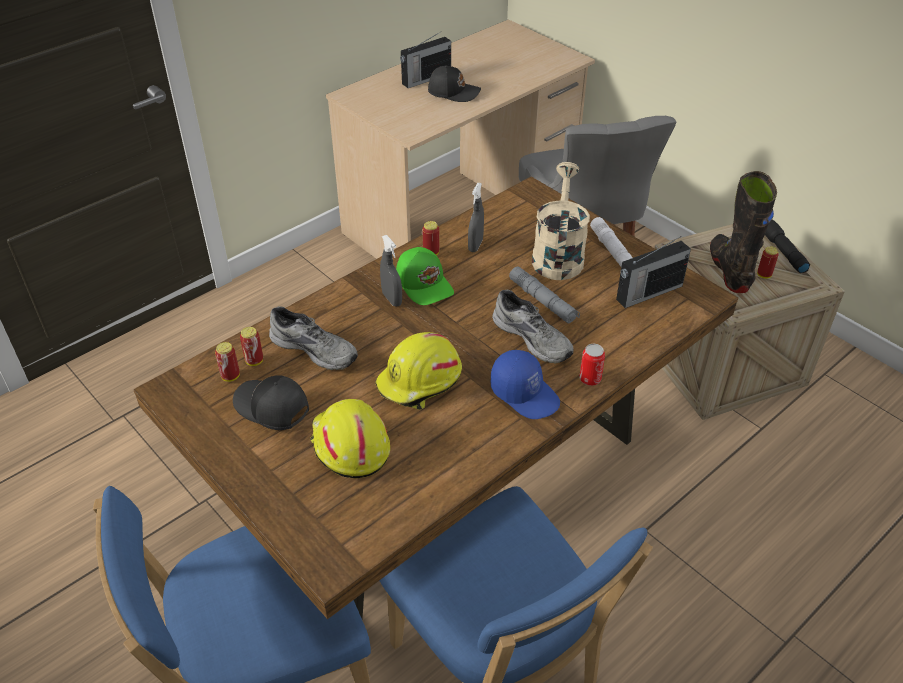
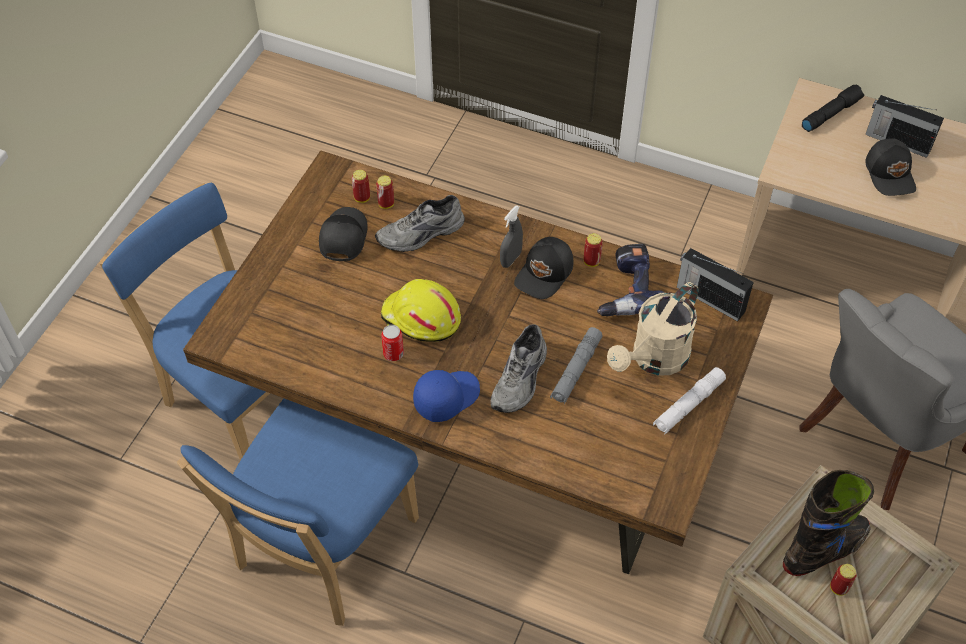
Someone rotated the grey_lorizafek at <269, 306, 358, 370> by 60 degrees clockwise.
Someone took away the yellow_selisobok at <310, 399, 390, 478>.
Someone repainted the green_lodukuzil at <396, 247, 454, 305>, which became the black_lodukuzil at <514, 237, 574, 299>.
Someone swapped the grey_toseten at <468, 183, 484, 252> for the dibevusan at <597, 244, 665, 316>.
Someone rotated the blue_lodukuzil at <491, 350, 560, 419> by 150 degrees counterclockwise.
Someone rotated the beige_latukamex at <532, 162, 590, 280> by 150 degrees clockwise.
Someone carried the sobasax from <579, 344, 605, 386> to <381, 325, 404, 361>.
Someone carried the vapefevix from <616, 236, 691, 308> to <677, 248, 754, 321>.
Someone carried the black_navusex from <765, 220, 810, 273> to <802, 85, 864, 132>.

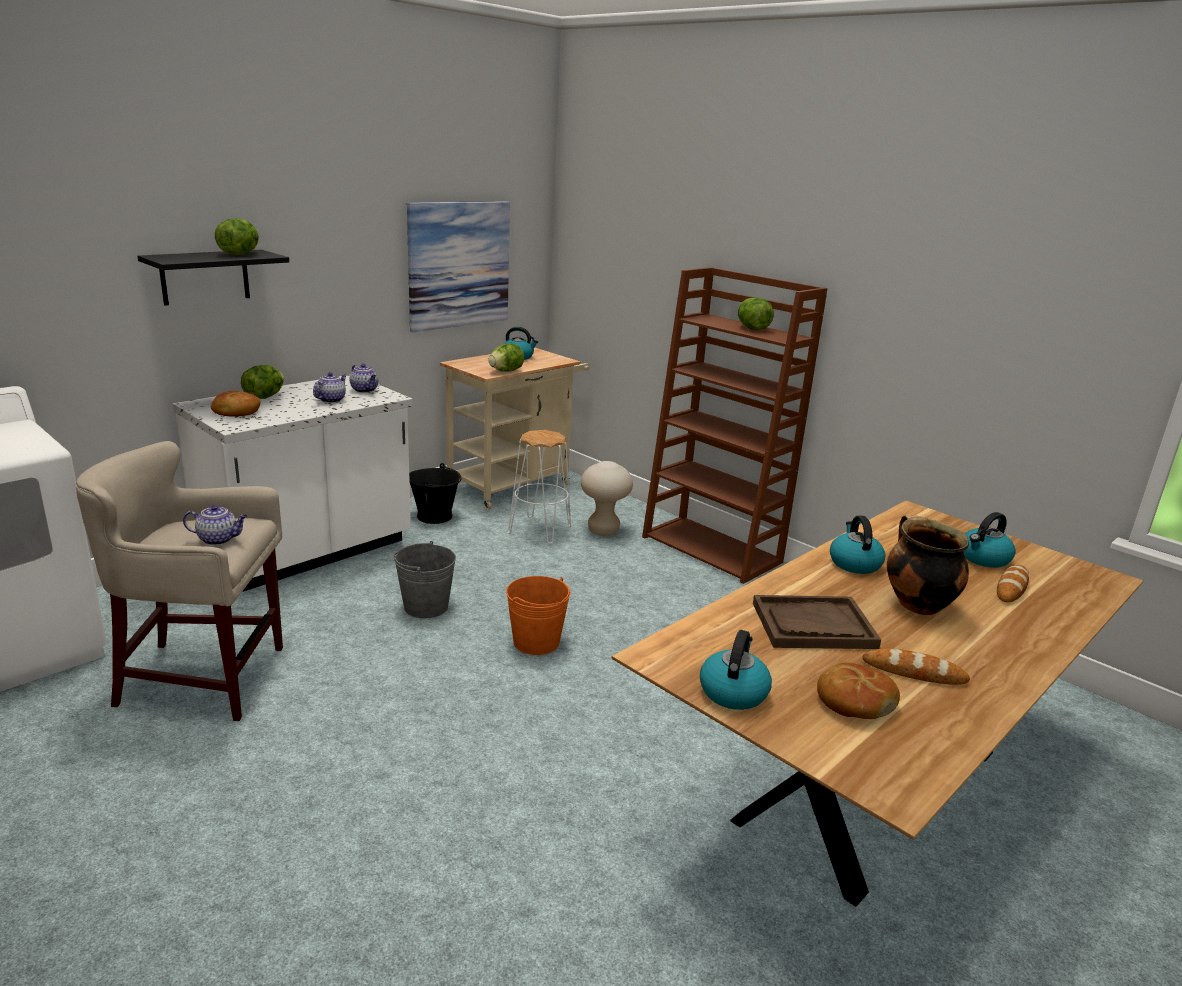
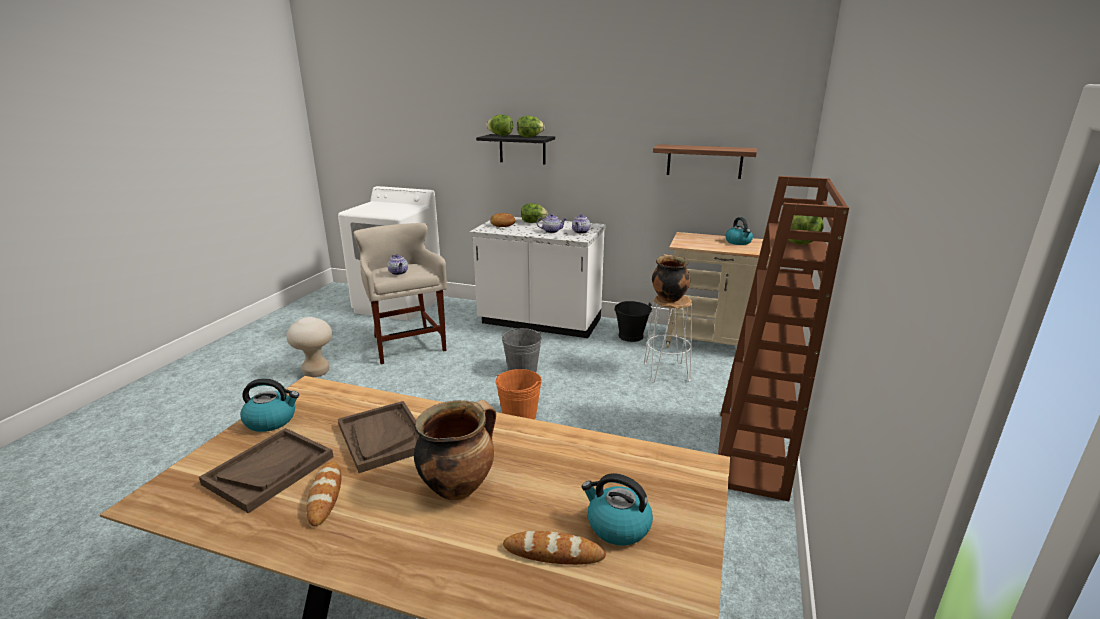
Someone swapped the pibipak at <407, 201, 510, 332> for the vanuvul at <653, 144, 757, 179>.
Someone carried the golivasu from <488, 344, 524, 372> to <486, 115, 513, 136>.
Someone carried the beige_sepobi from <581, 461, 633, 536> to <286, 317, 332, 377>.
Someone swapped the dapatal at <817, 662, 900, 719> for the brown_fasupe at <199, 428, 333, 513>.
Someone took away the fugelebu at <830, 516, 885, 574>.
Someone put down the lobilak at <652, 254, 690, 302>.

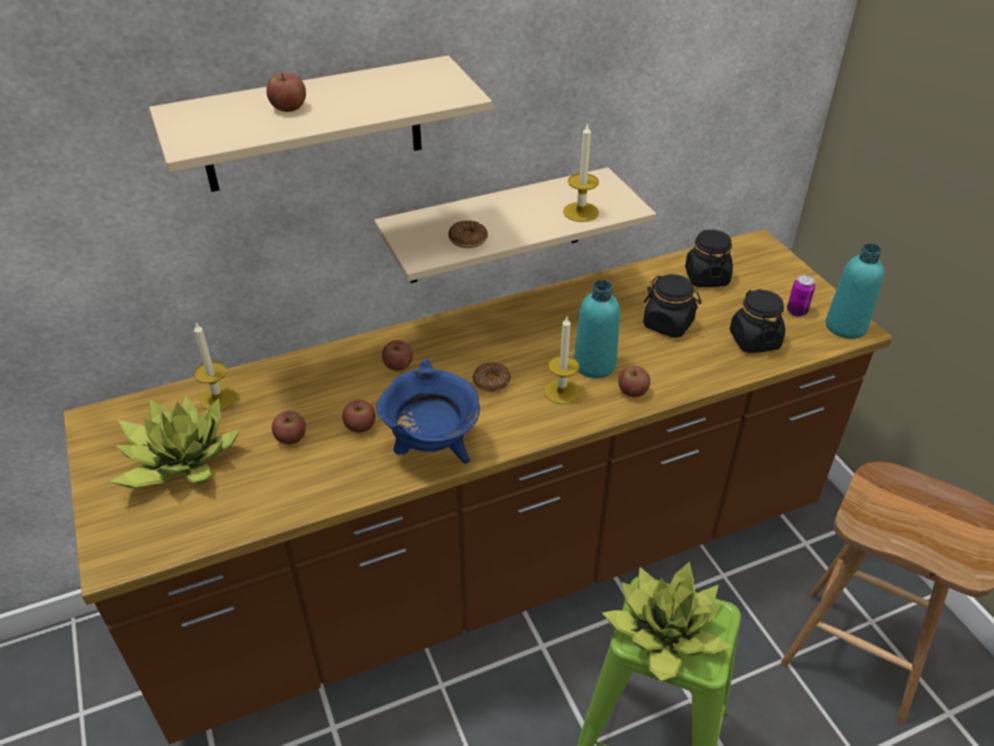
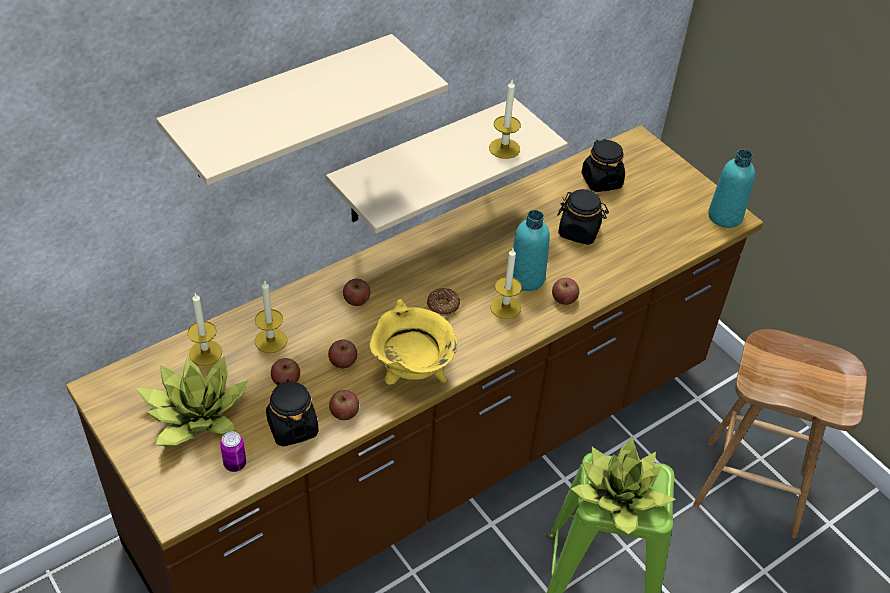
Someone carried the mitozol from <266, 73, 306, 112> to <329, 390, 359, 420>.
Someone repainted the blue_lobilak at <376, 359, 480, 464>, which became the yellow_lobilak at <370, 299, 457, 384>.
Someone took away the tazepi at <448, 220, 488, 248>.
Someone carried the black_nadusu from <730, 289, 785, 353> to <266, 379, 319, 447>.
Someone carried the sobasax from <787, 275, 815, 316> to <220, 431, 246, 472>.
Someone put down the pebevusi at <255, 280, 287, 353>.

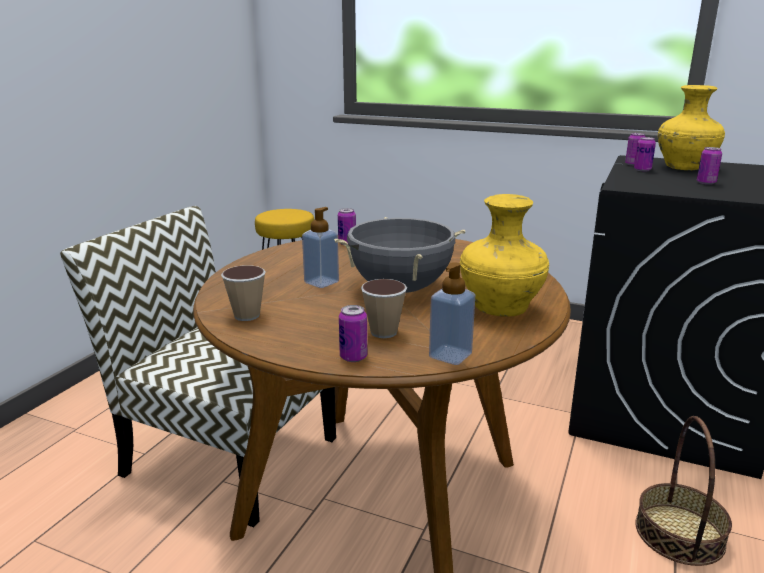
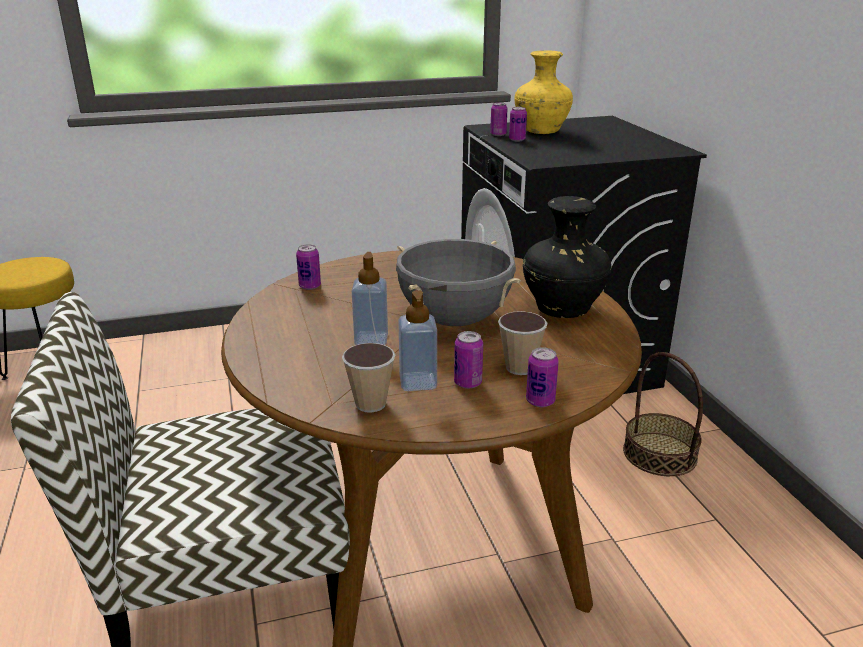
Someone carried the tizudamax from <429, 262, 475, 365> to <398, 290, 437, 391>.
Someone repainted the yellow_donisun at <460, 194, 549, 317>, which became the black_donisun at <523, 196, 612, 318>.
Someone carried the sobasax from <697, 147, 722, 185> to <454, 331, 483, 389>.

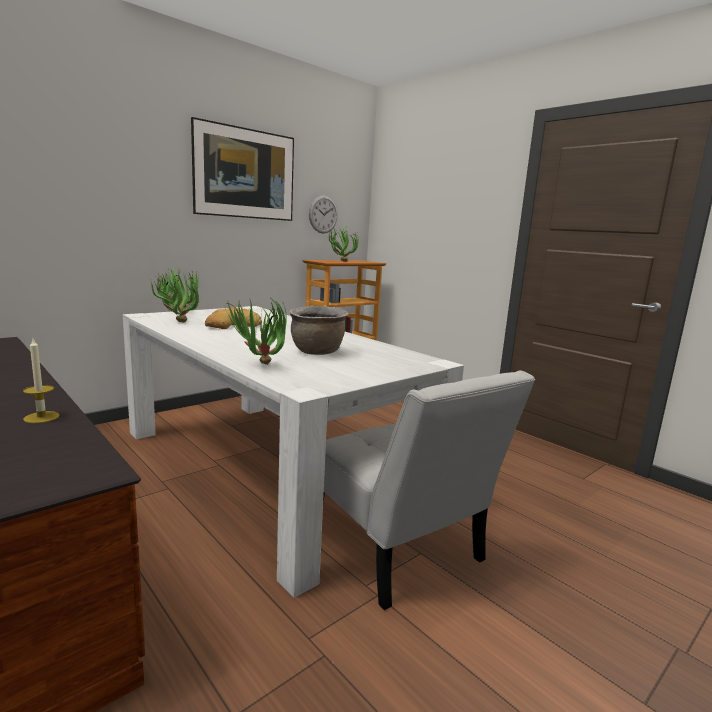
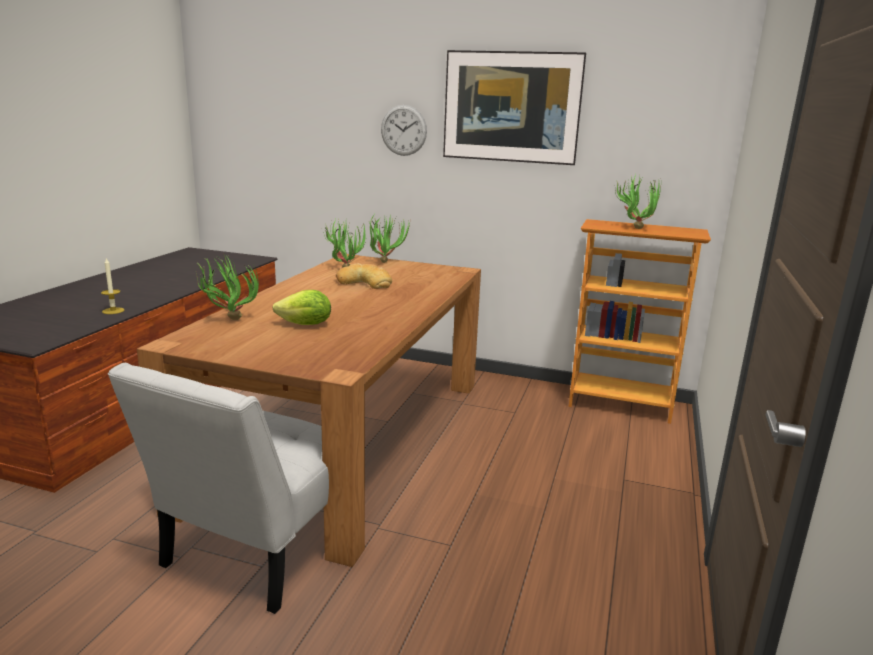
Someone repainted the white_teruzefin at <123, 306, 464, 598>, which became the brown_teruzefin at <137, 254, 481, 567>.
Someone swapped the brown_lobilak at <290, 306, 348, 355> for the golivasu at <273, 290, 331, 325>.
Someone carried the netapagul from <309, 196, 338, 233> to <381, 105, 427, 156>.

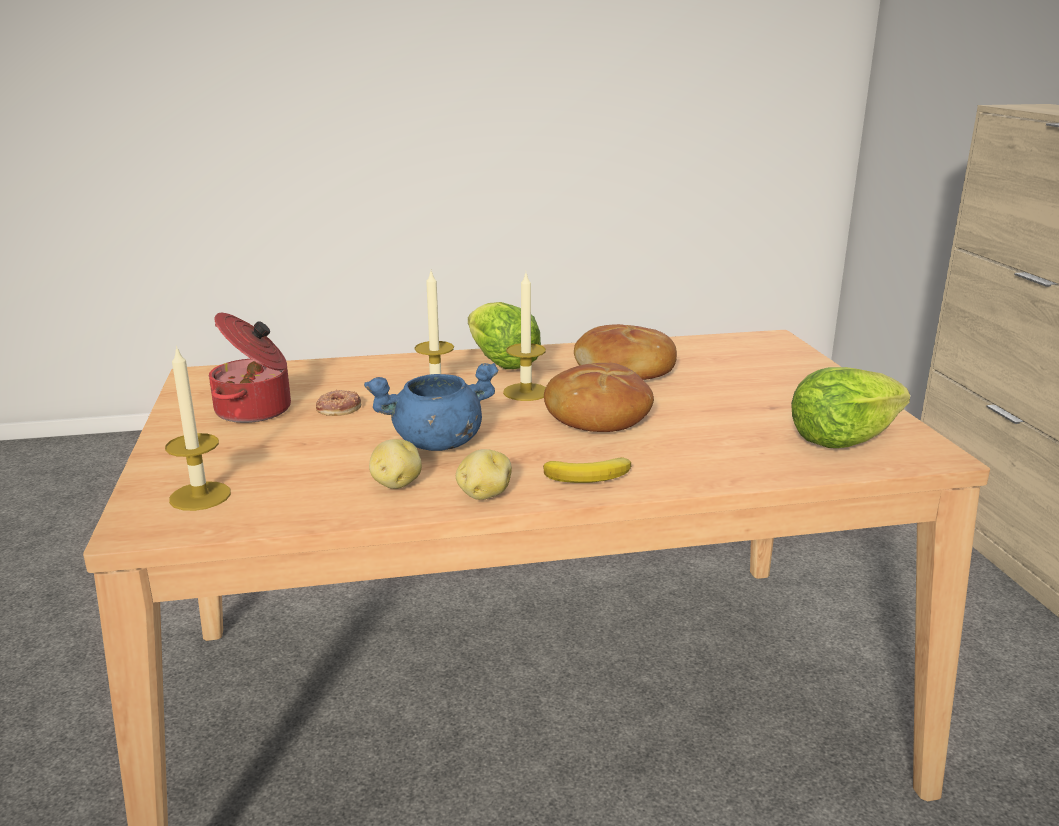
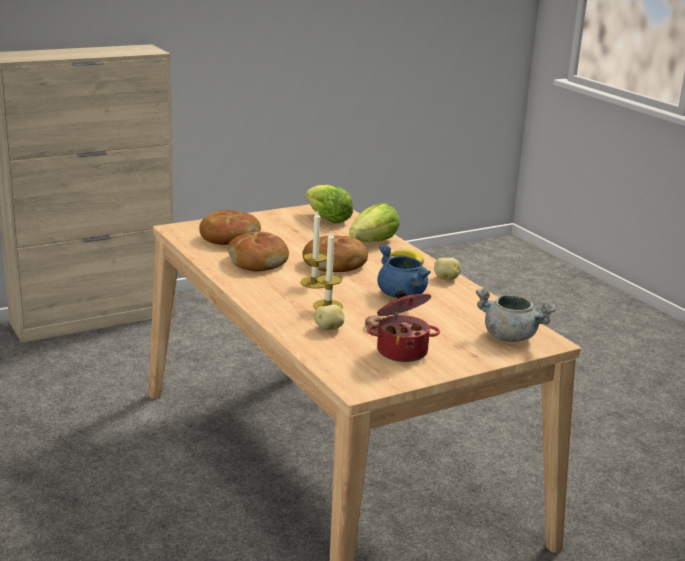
Someone swapped the pebevusi at <165, 345, 231, 511> for the grey_lobilak at <476, 288, 556, 342>.
Someone carried the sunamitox from <369, 439, 422, 489> to <314, 304, 344, 330>.
Someone carried the golivasu from <468, 302, 541, 369> to <349, 203, 400, 242>.
Someone put down the dapatal at <199, 210, 261, 245>.

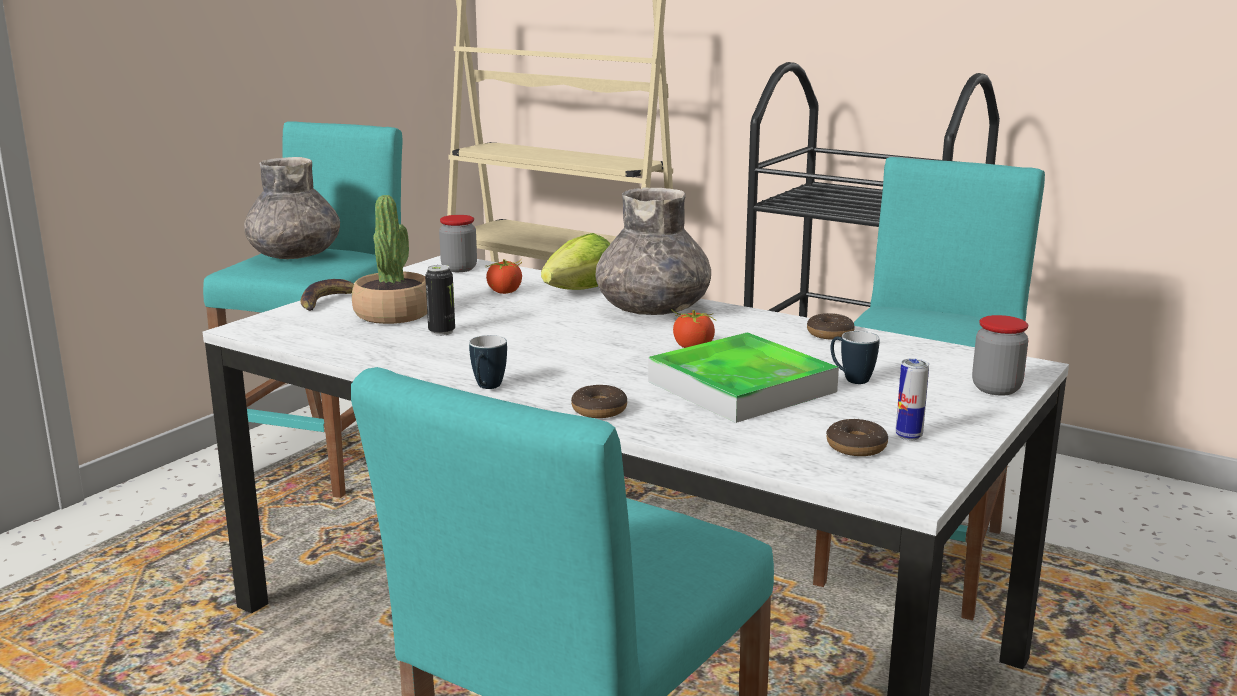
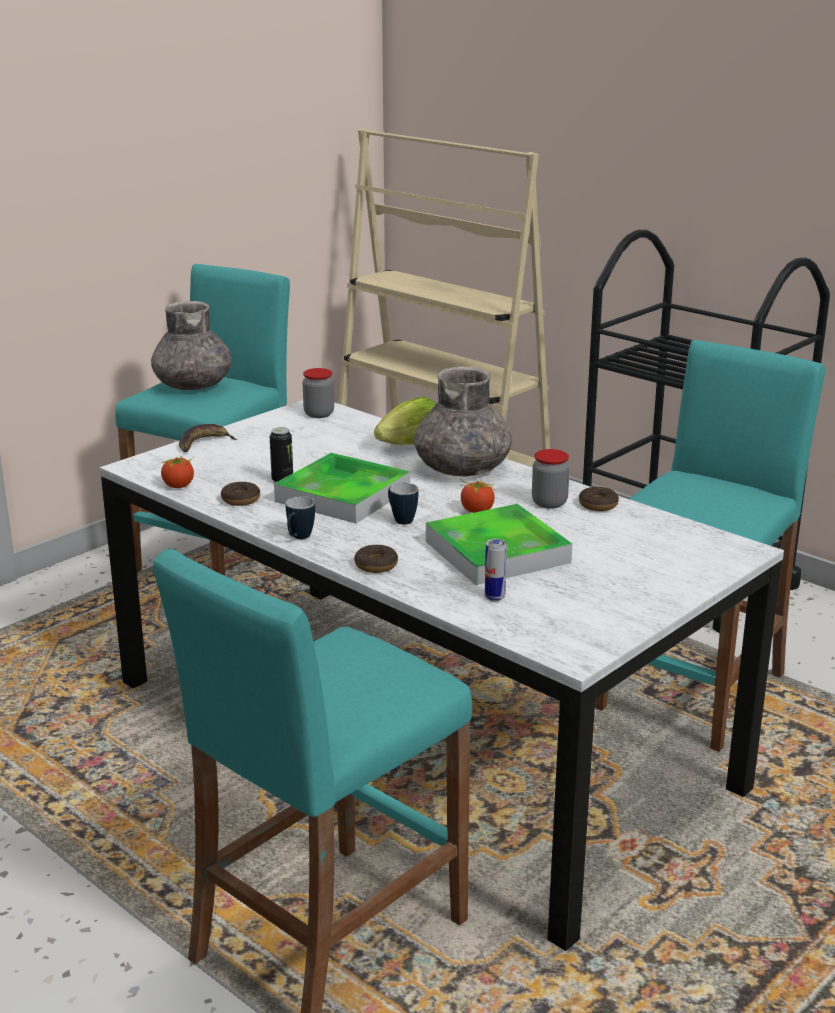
Someone took away the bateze at <352, 195, 427, 324>.
Someone carried the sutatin from <486, 258, 522, 294> to <160, 456, 194, 488>.
Someone carried the tazepi from <826, 419, 888, 456> to <221, 482, 260, 506>.
Someone carried the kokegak from <830, 331, 880, 384> to <388, 483, 418, 525>.
Someone carried the sobasax from <896, 358, 929, 440> to <485, 539, 507, 601>.
Someone carried the nadusu from <972, 315, 1028, 396> to <532, 449, 570, 509>.
Someone put down the fasupe at <274, 453, 410, 523>.

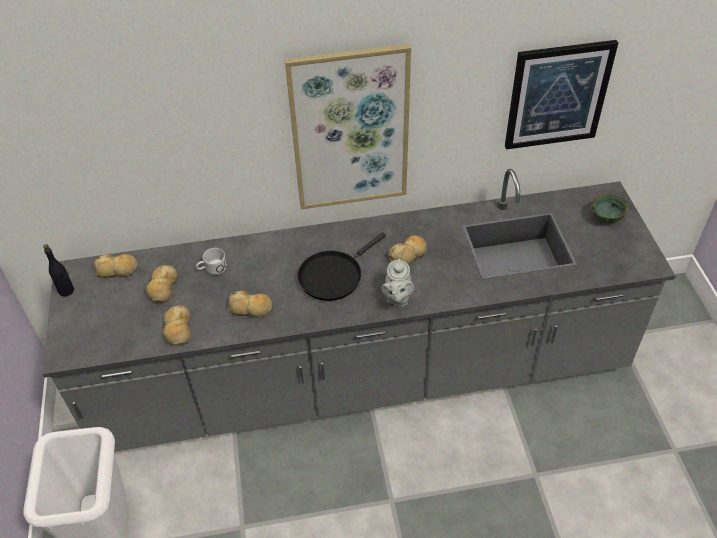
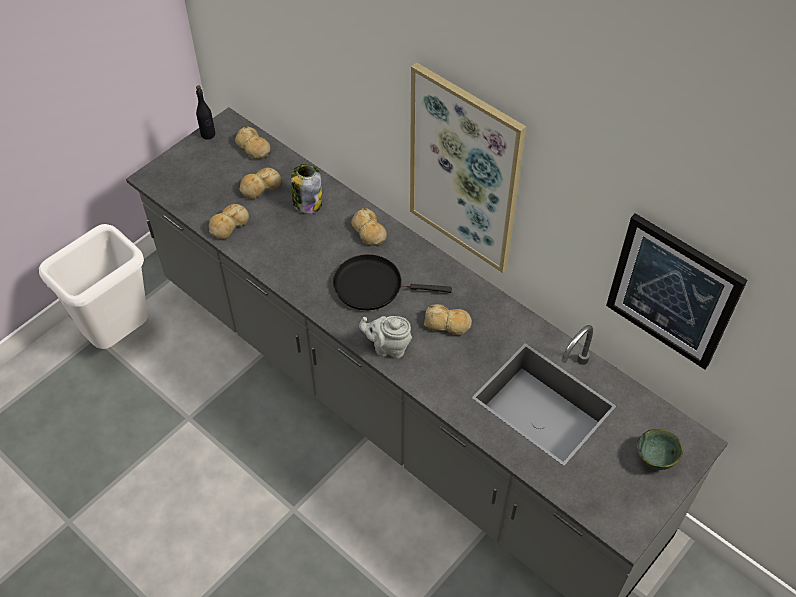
Someone swapped the white_kokegak at <196, 248, 227, 275> for the nadusu at <291, 164, 322, 214>.
Someone carried the dapatal from <228, 291, 272, 318> to <351, 208, 387, 246>.
Someone rotated the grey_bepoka at <381, 259, 414, 308> by 45 degrees clockwise.

